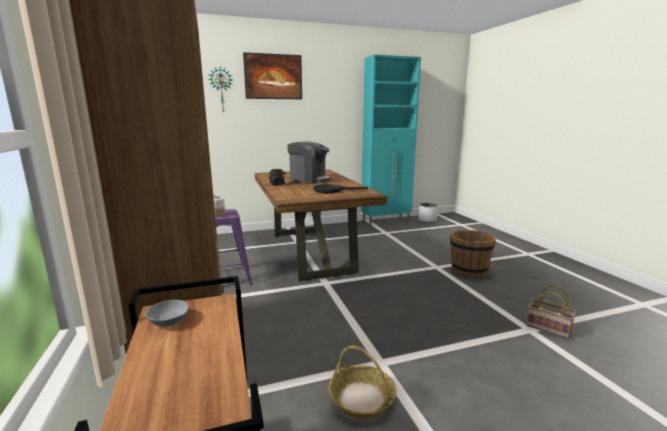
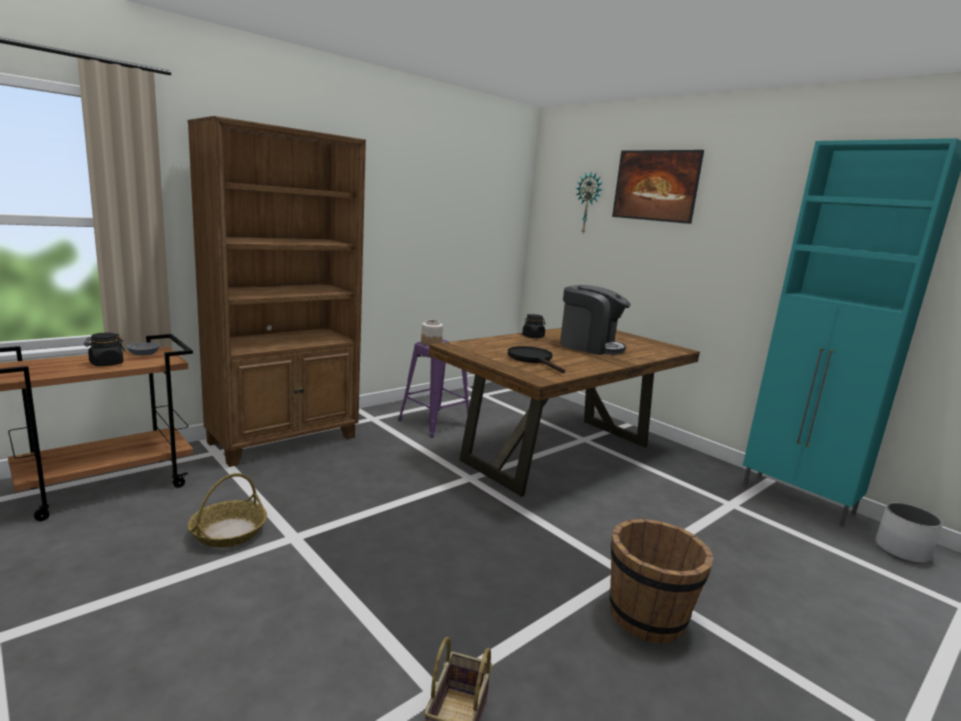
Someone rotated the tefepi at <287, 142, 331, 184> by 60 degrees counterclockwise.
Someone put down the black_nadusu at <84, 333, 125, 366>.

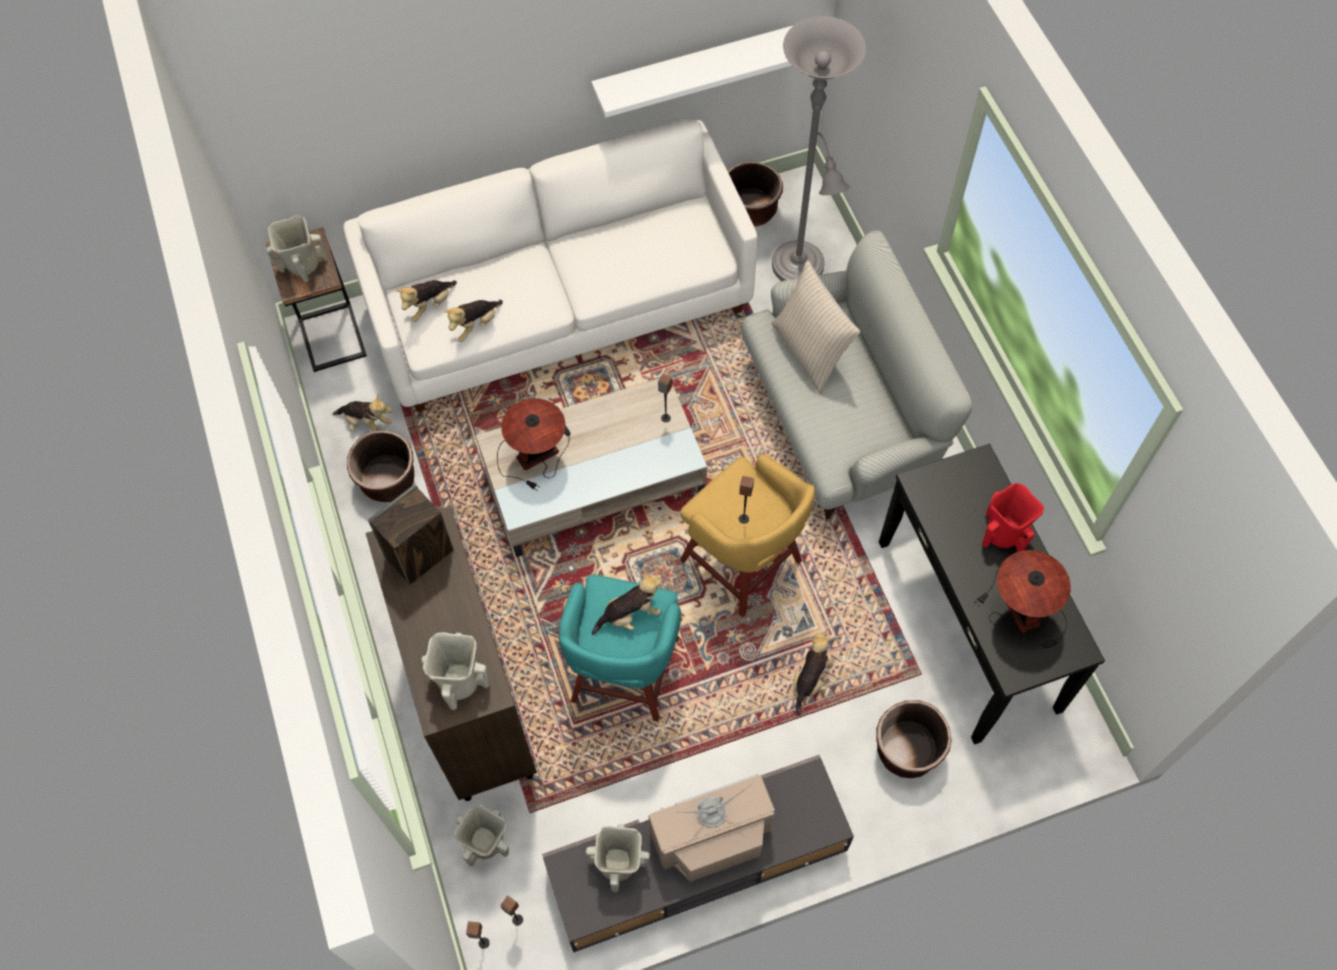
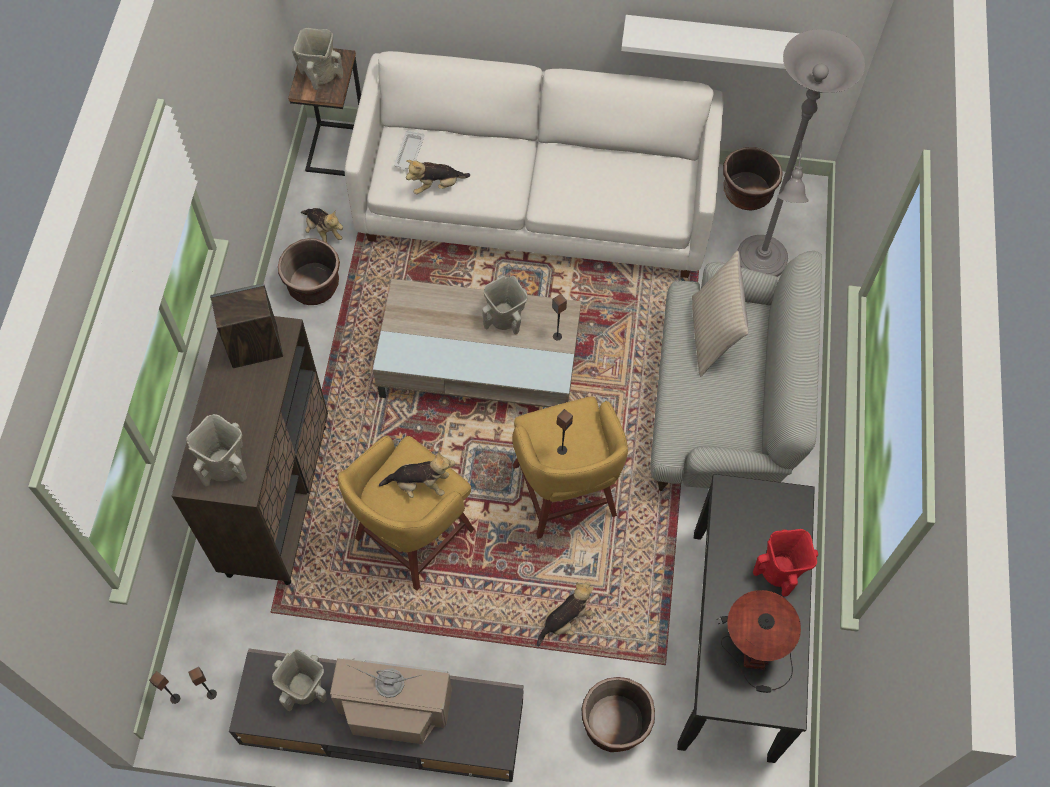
Someone swapped the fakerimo at <396, 280, 457, 322> for the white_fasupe at <394, 131, 425, 170>.
Someone carried the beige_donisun from <455, 804, 509, 866> to <482, 275, 528, 335>.
Someone took away the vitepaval at <497, 398, 571, 490>.
Someone repainted the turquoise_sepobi at <559, 574, 681, 722>, which became the yellow_sepobi at <338, 436, 474, 591>.

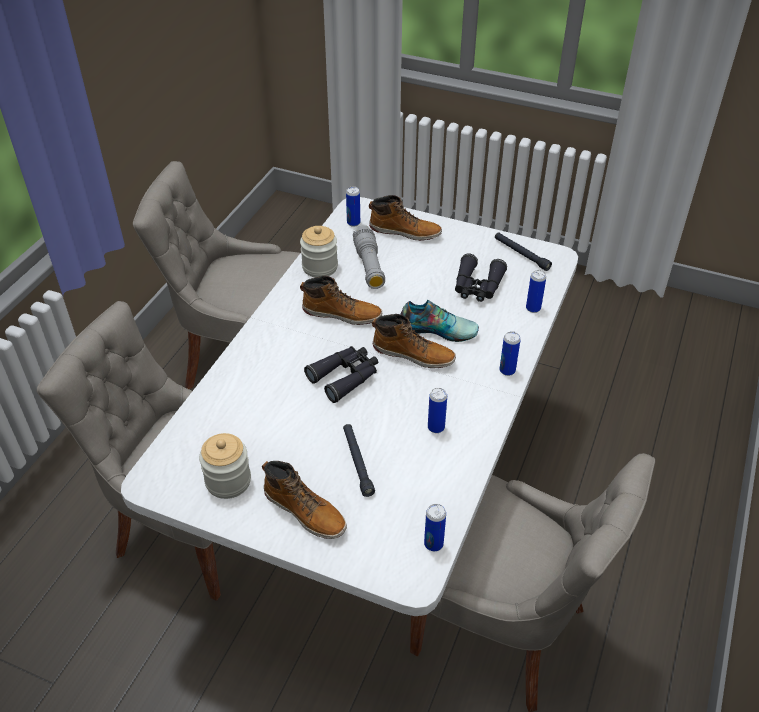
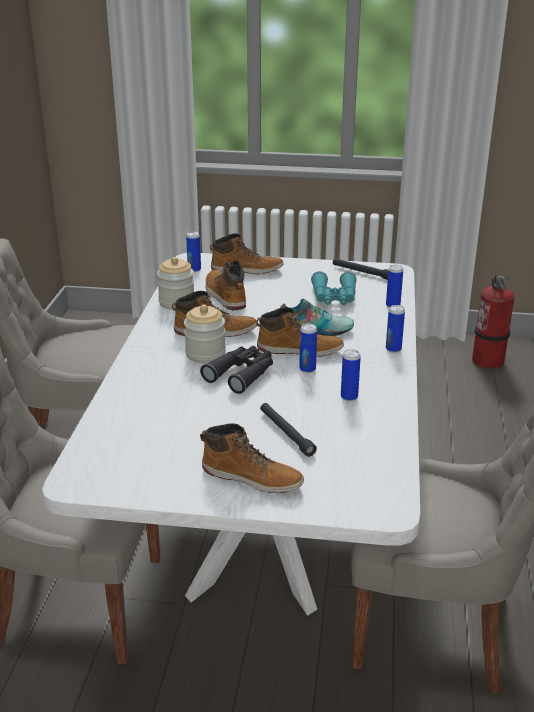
Someone carried the nadusu from <199, 433, 251, 499> to <184, 304, 226, 363>.
Someone swapped the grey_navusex at <353, 225, 385, 289> for the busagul at <205, 260, 246, 310>.
Someone carried the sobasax from <424, 504, 446, 551> to <299, 323, 317, 373>.
Someone repainted the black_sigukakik at <455, 253, 507, 302>, which became the turquoise_sigukakik at <311, 271, 357, 305>.
Someone put down the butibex at <472, 275, 515, 369>.

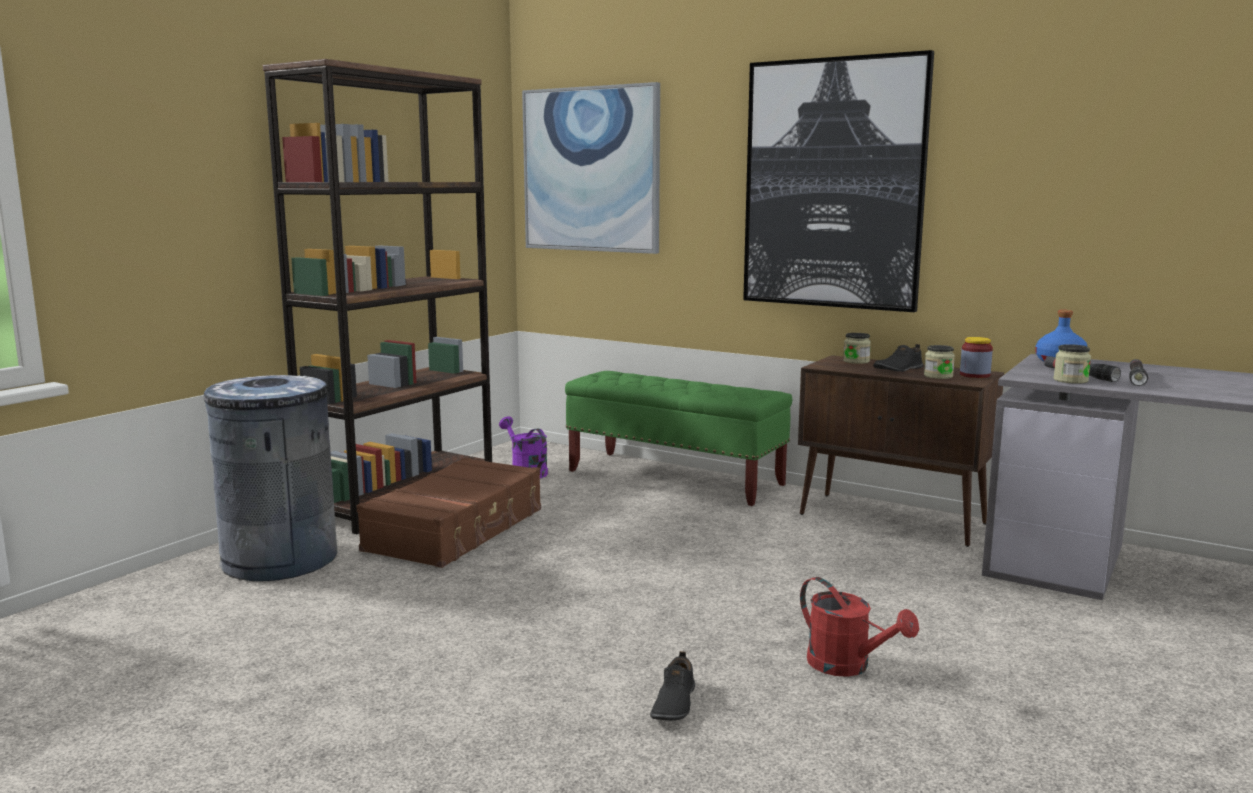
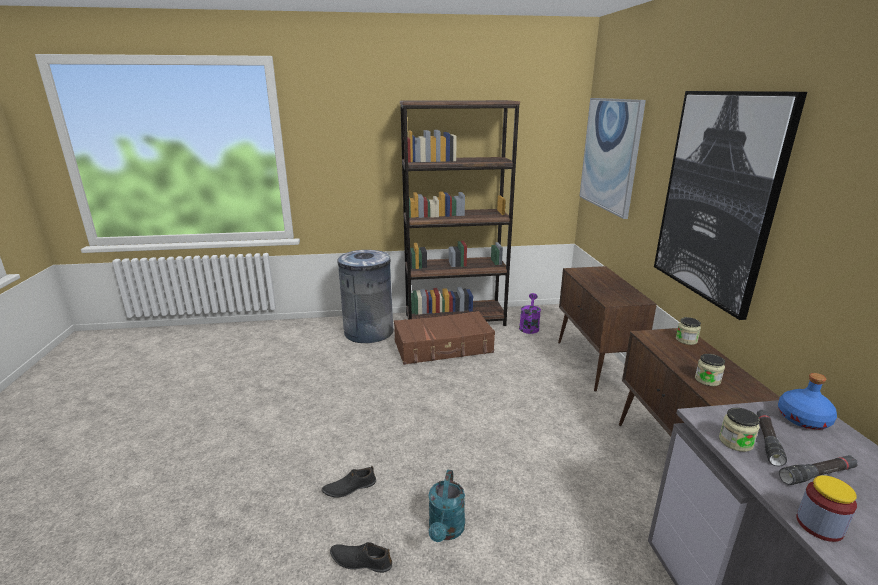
Someone swapped the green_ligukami at <565, 371, 792, 506> for the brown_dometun at <558, 266, 657, 392>.
Someone repainted the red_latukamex at <800, 577, 919, 677>, which became the turquoise_latukamex at <428, 470, 465, 542>.
Someone carried the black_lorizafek from <873, 344, 923, 372> to <330, 542, 392, 573>.
Someone carried the nadusu from <960, 337, 993, 378> to <796, 475, 857, 542>.

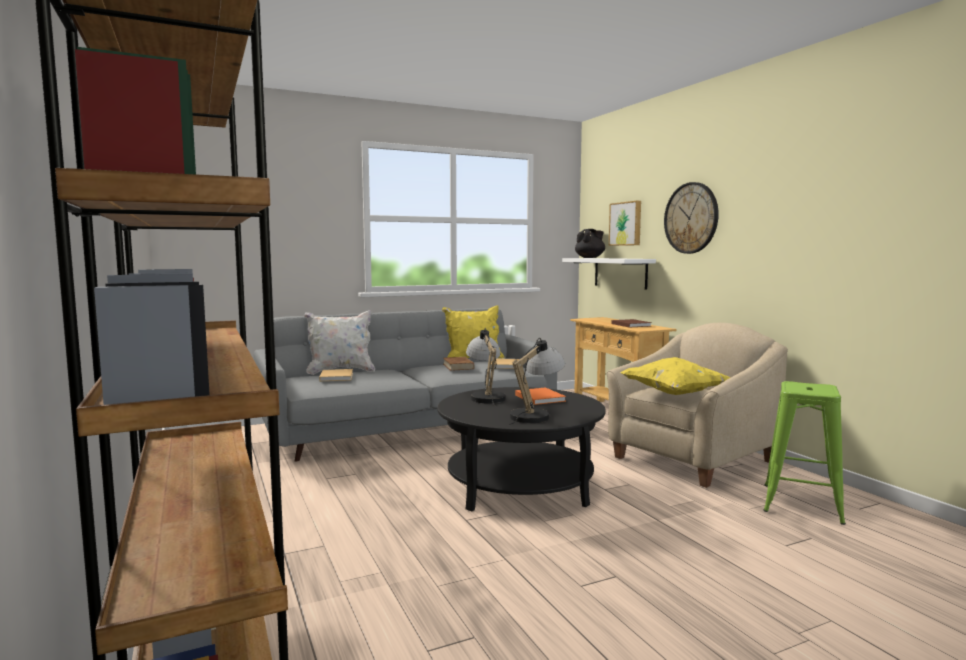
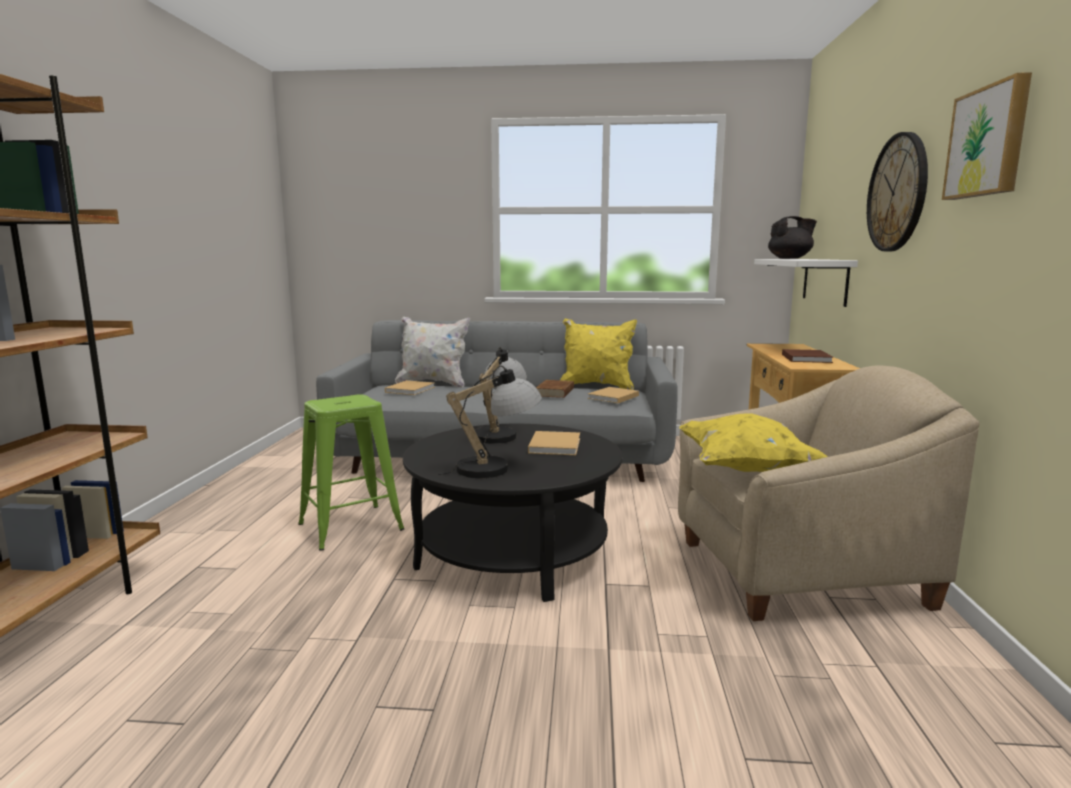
Someone repainted the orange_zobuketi at <515, 387, 566, 405>, which became the beige_zobuketi at <528, 431, 580, 455>.
Someone carried the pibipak from <609, 201, 641, 246> to <942, 72, 1032, 200>.
Someone carried the green_sepobi from <763, 381, 846, 525> to <298, 394, 404, 551>.

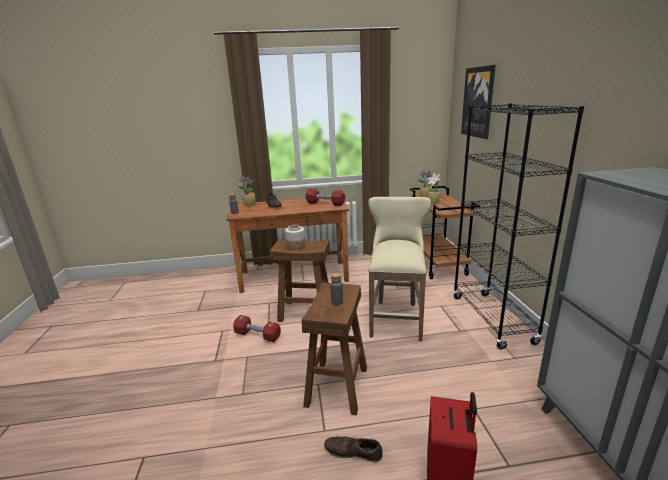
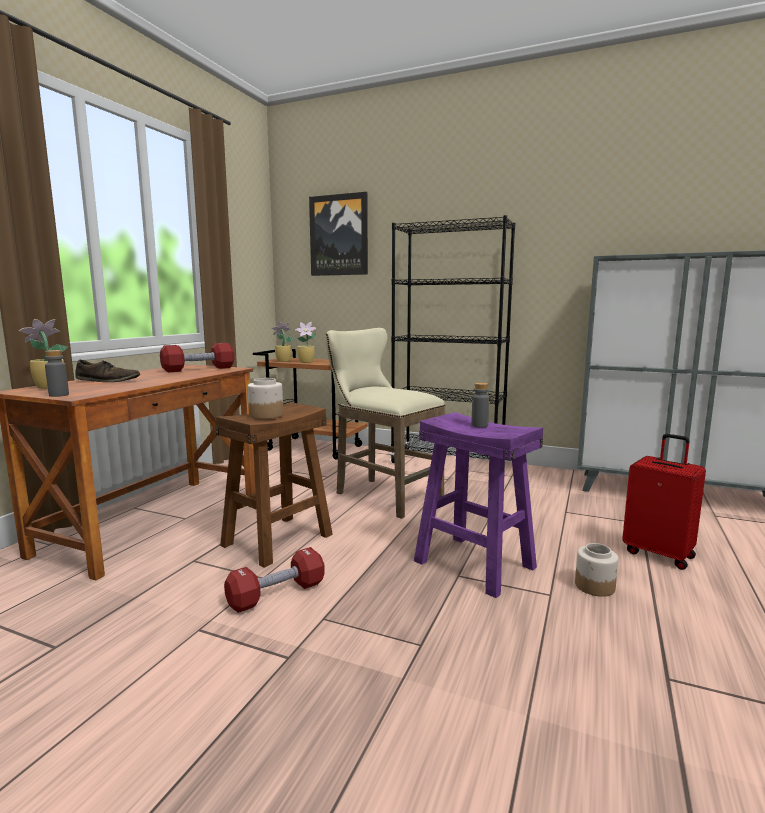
Someone repainted the brown_sepobi at <301, 282, 367, 415>, which became the purple_sepobi at <414, 412, 543, 598>.
Someone swapped the brown_lorizafek at <324, 436, 383, 462> for the nadusu at <575, 543, 618, 597>.

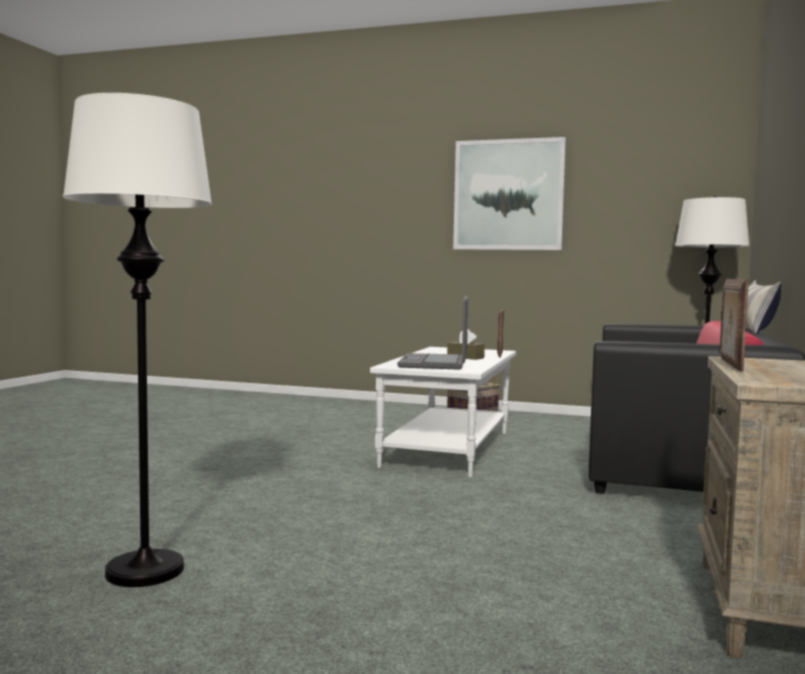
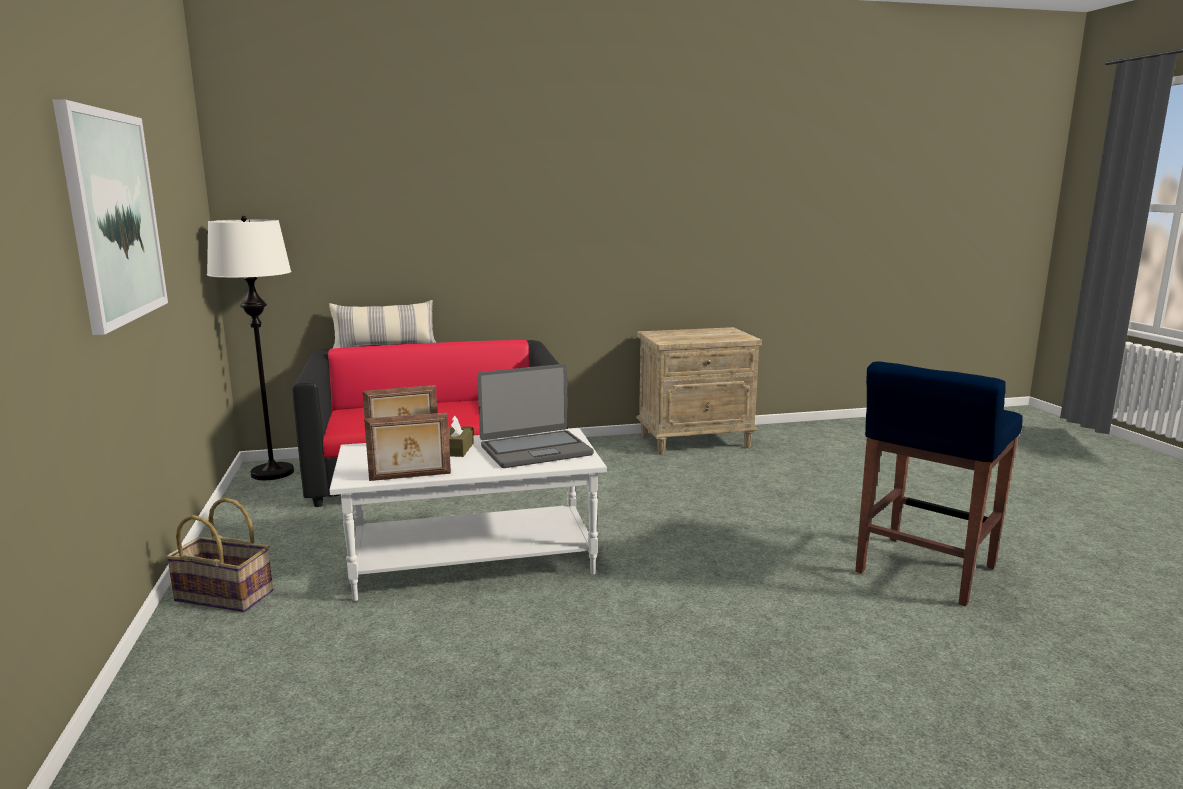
Someone swapped the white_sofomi at <63, 93, 212, 587> for the blue_sepobi at <855, 361, 1023, 606>.
Someone carried the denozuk from <720, 279, 749, 372> to <364, 412, 451, 481>.

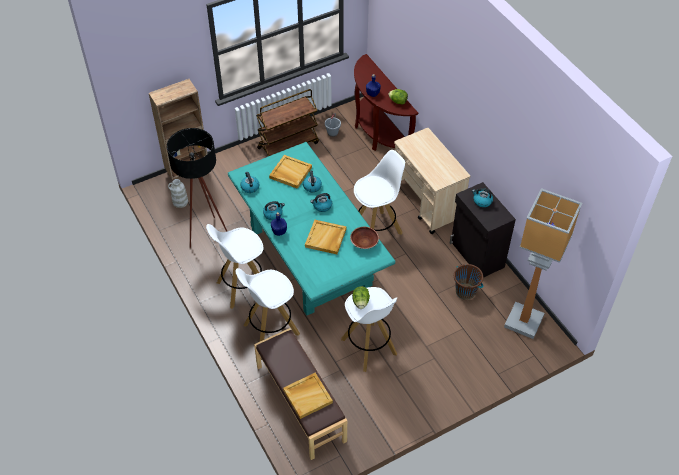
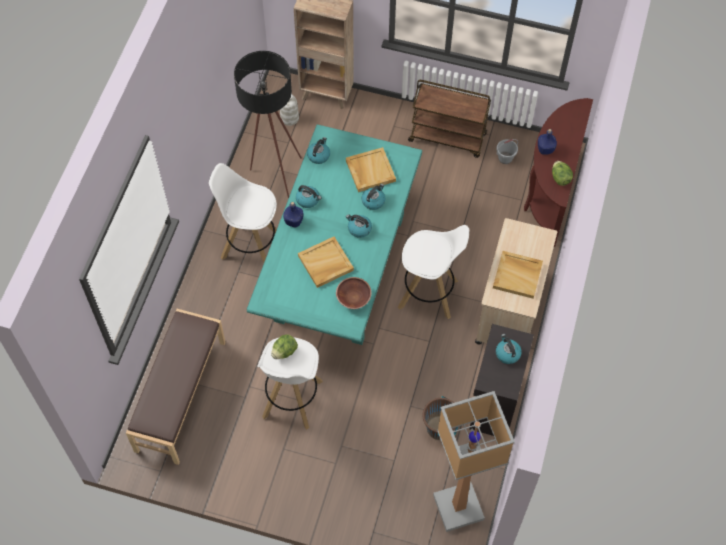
Someone took away the white_sepobi at <236, 268, 300, 341>.
Someone carried the beige_fasupe from <283, 373, 333, 419> to <493, 251, 543, 299>.

